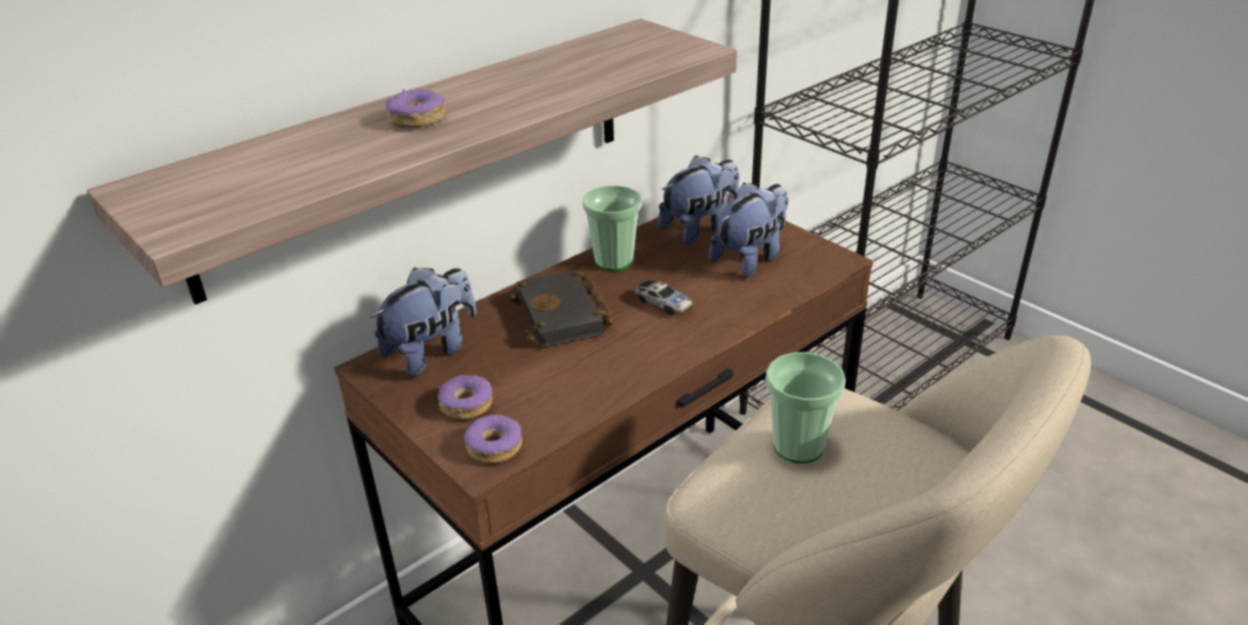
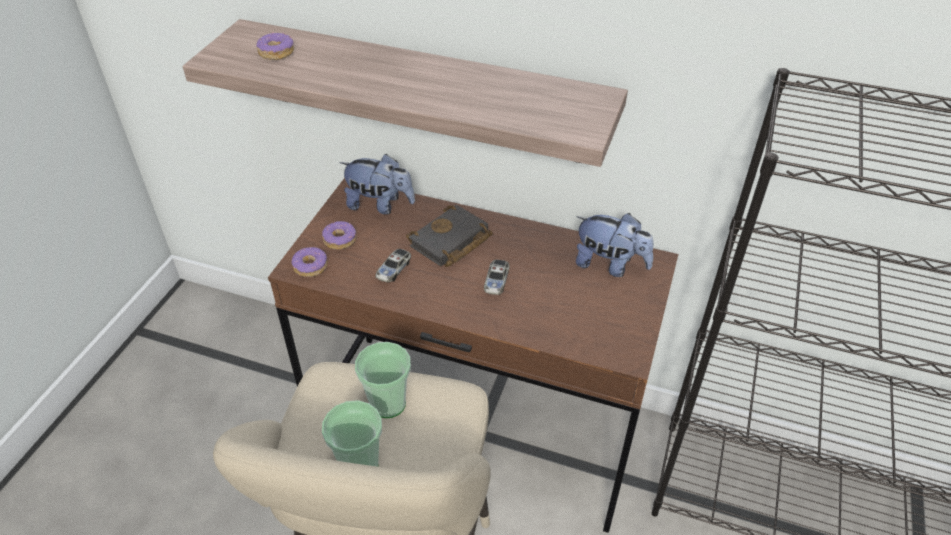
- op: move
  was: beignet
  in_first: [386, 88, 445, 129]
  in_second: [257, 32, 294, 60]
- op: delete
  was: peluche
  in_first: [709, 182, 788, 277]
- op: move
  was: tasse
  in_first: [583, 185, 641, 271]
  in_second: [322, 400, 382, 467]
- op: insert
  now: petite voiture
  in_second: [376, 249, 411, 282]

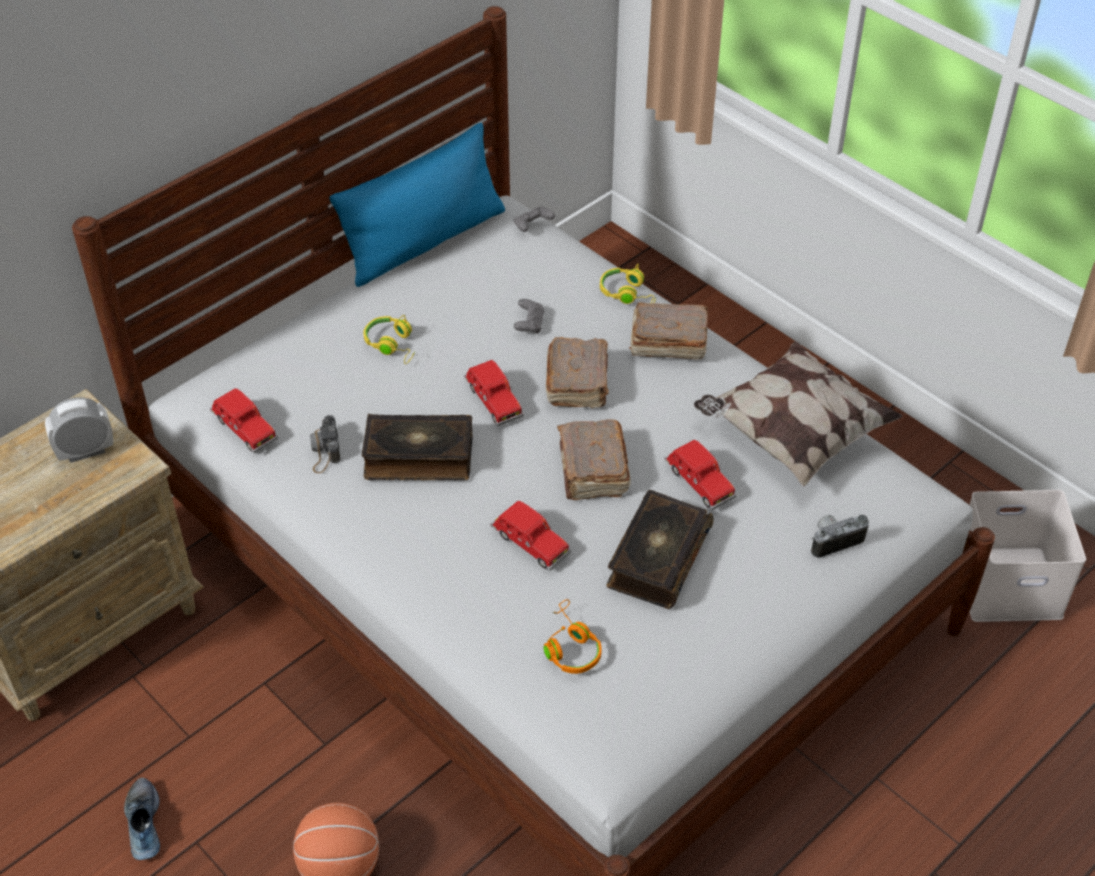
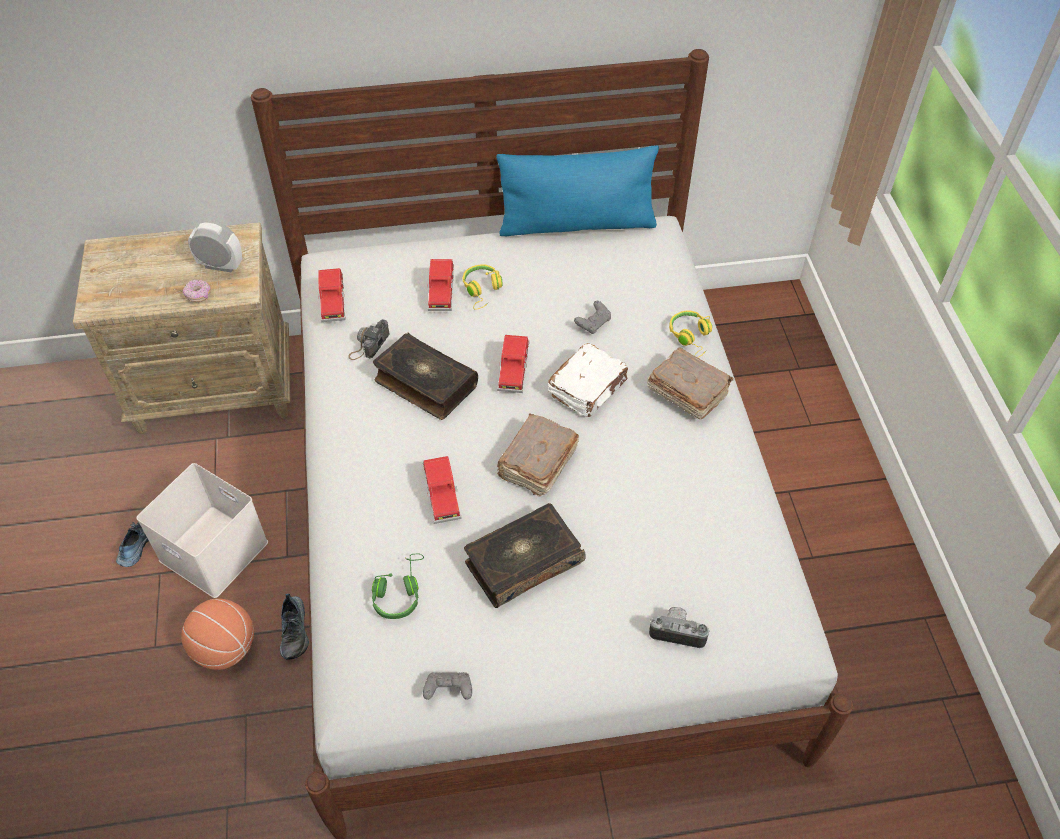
- op: move
  was: manette [gris]
  in_first: [514, 206, 555, 232]
  in_second: [423, 672, 472, 700]
- op: recolor
  was: livre [marron]
  now: livre [blanc]
  in_first: [546, 337, 609, 408]
  in_second: [548, 343, 628, 417]
- op: delete
  was: coussin
  in_first: [694, 341, 903, 487]
- op: move
  was: petite voiture [rouge]
  in_first: [664, 440, 736, 510]
  in_second: [427, 259, 454, 311]
- op: move
  was: boîte de rangement [blanc]
  in_first: [970, 490, 1086, 622]
  in_second: [136, 463, 268, 598]
- op: recolor
  was: casque audio [orange]
  now: casque audio [vert]
  in_first: [544, 599, 602, 674]
  in_second: [372, 553, 424, 619]
- op: insert
  now: beignet
  in_second: [183, 279, 211, 302]
- op: insert
  now: chaussure
  in_second: [280, 594, 309, 660]

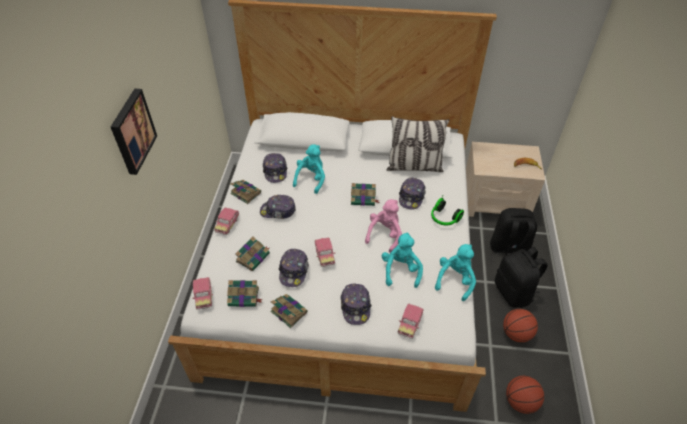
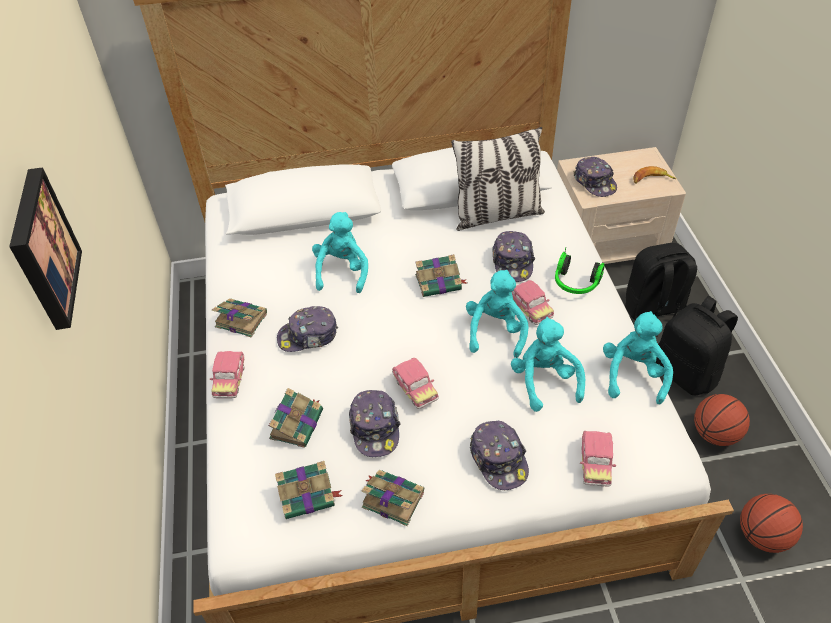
- op: move
  was: casquette
  in_first: [263, 153, 288, 183]
  in_second: [574, 157, 617, 197]
- op: recolor
  was: peluche [rose]
  now: peluche [turquoise]
  in_first: [365, 199, 402, 253]
  in_second: [466, 270, 528, 358]
- op: move
  was: petite voiture
  in_first: [192, 277, 213, 310]
  in_second: [512, 280, 554, 325]

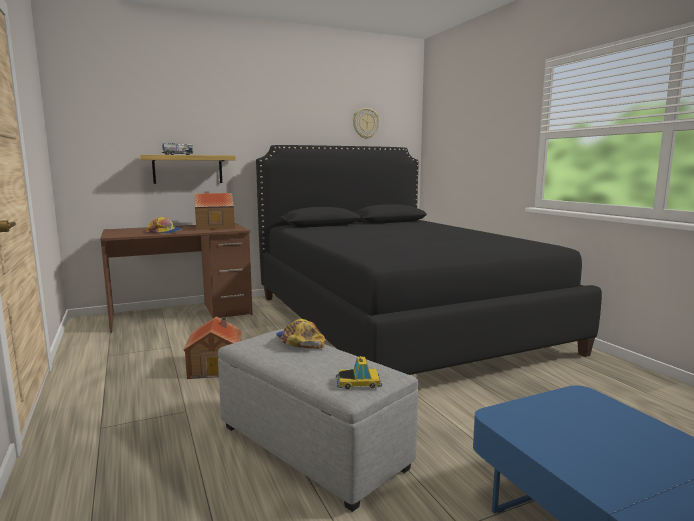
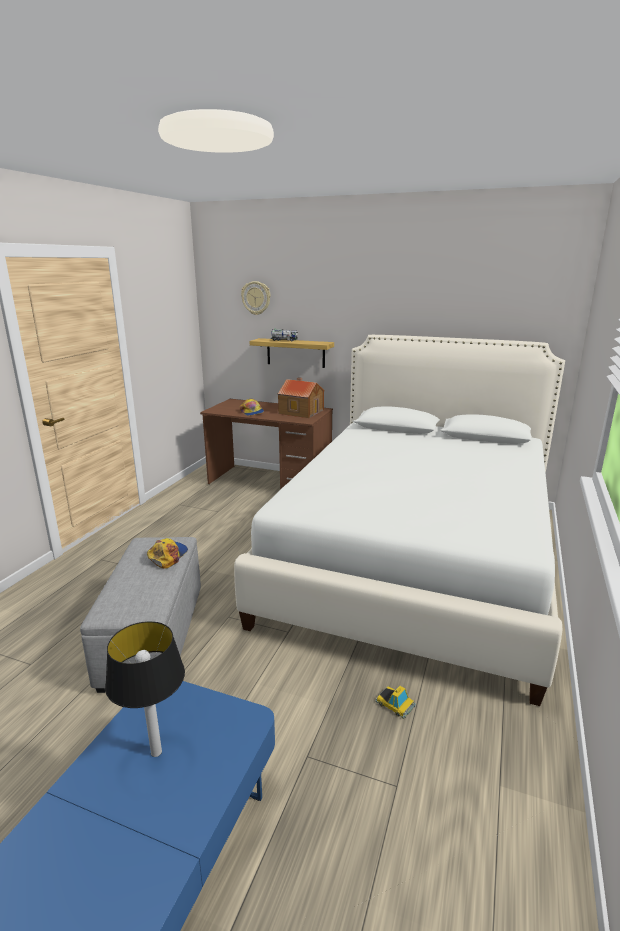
- op: move
  was: horloge murale
  in_first: [353, 108, 380, 139]
  in_second: [241, 281, 271, 315]
- op: recolor
  was: lit [noir]
  now: lit [blanc]
  in_first: [256, 145, 602, 375]
  in_second: [234, 335, 565, 706]
- op: delete
  was: maison miniature
  in_first: [183, 316, 242, 379]
- op: move
  was: petite voiture
  in_first: [336, 356, 382, 389]
  in_second: [375, 686, 416, 719]
- op: insert
  now: lampe de table
  in_second: [105, 621, 185, 757]

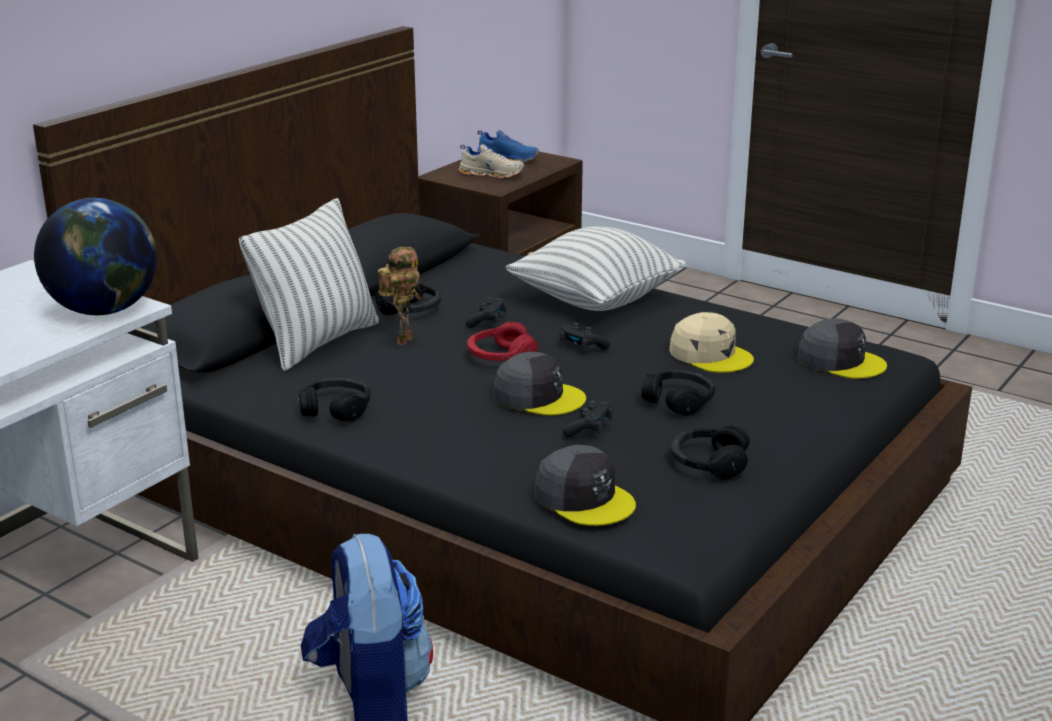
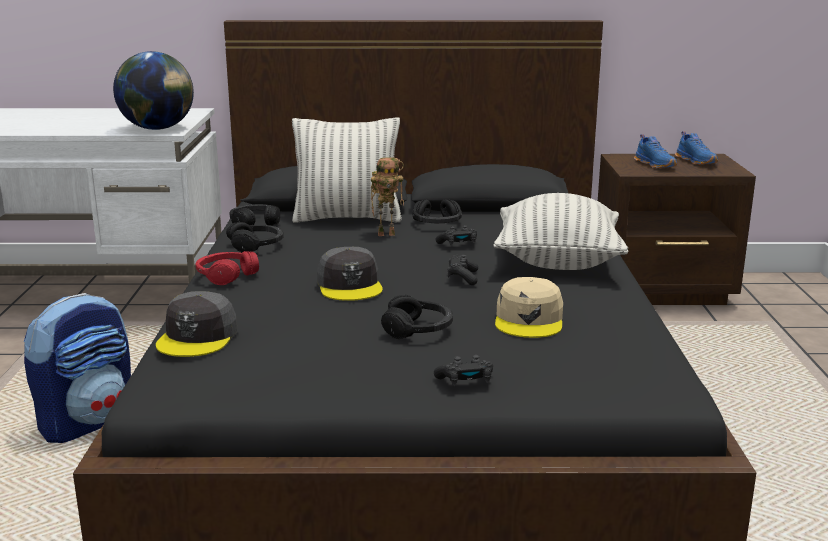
- op: recolor
  was: chaussure [beige]
  now: chaussure [bleu]
  in_first: [459, 144, 524, 179]
  in_second: [634, 134, 677, 168]
- op: delete
  was: casquette [gris]
  in_first: [798, 319, 887, 379]
- op: move
  was: casque audio [rouge]
  in_first: [467, 322, 538, 361]
  in_second: [196, 251, 259, 285]
- op: move
  was: manette [noir]
  in_first: [563, 400, 613, 438]
  in_second: [434, 355, 493, 386]
- op: move
  was: casque audio [noir]
  in_first: [671, 425, 750, 480]
  in_second: [229, 204, 280, 226]

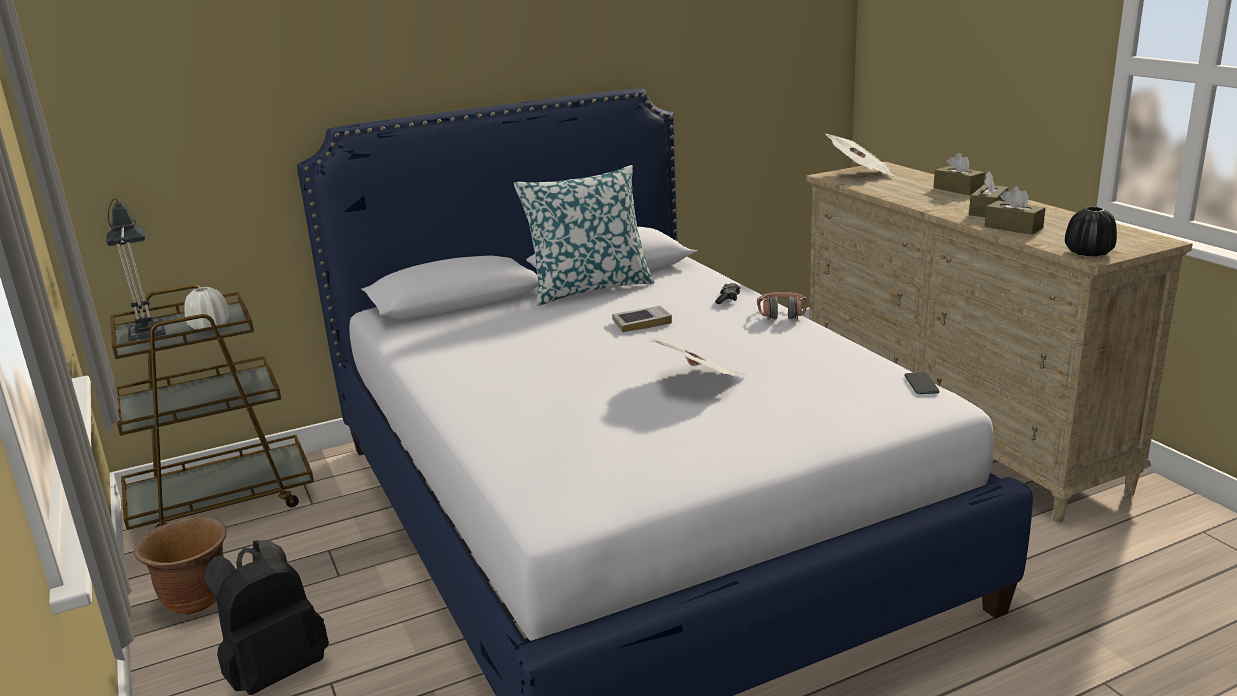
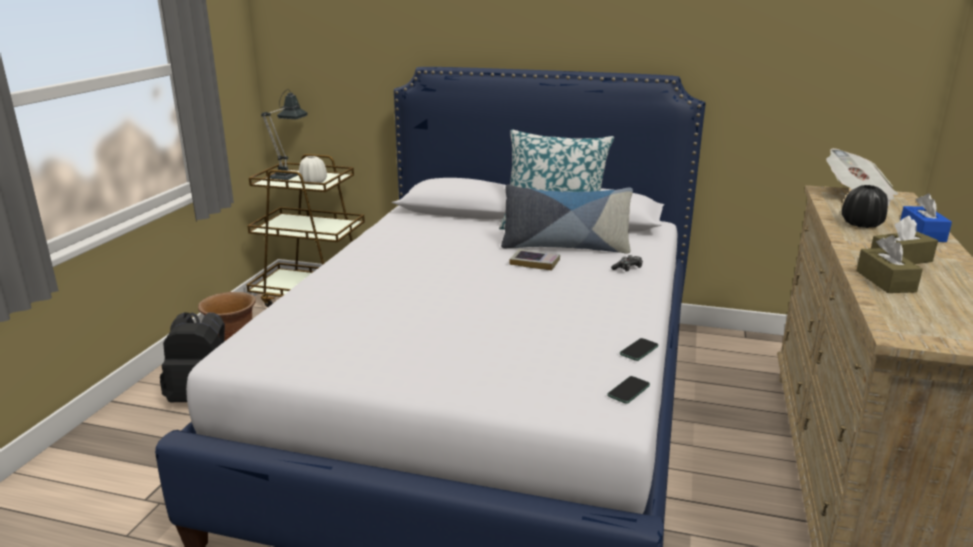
- op: recolor
  was: boîte à mouchoirs [marron]
  now: boîte à mouchoirs [bleu]
  in_first: [934, 153, 985, 195]
  in_second: [900, 194, 952, 242]
- op: move
  was: vase [noir]
  in_first: [1065, 207, 1117, 256]
  in_second: [842, 185, 888, 228]
- op: delete
  was: casque audio
  in_first: [757, 292, 808, 320]
- op: delete
  was: journal
  in_first: [648, 338, 747, 376]
- op: insert
  now: coussin
  in_second: [501, 184, 633, 254]
- op: insert
  now: téléphone
  in_second: [620, 338, 659, 361]

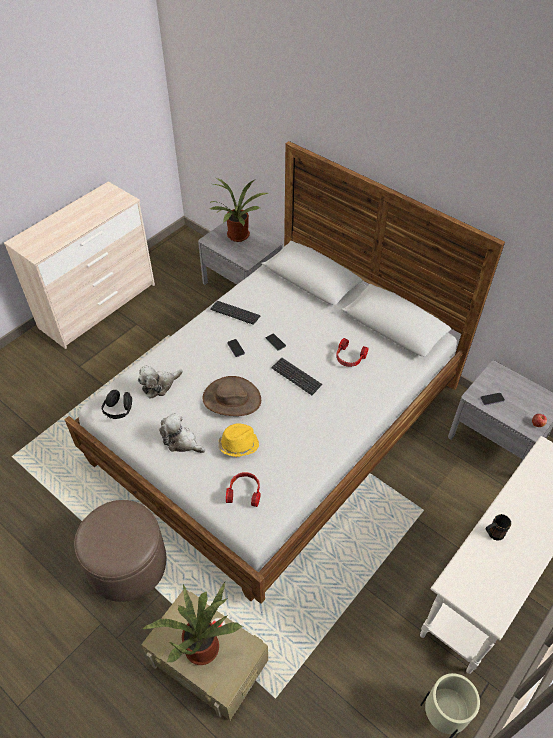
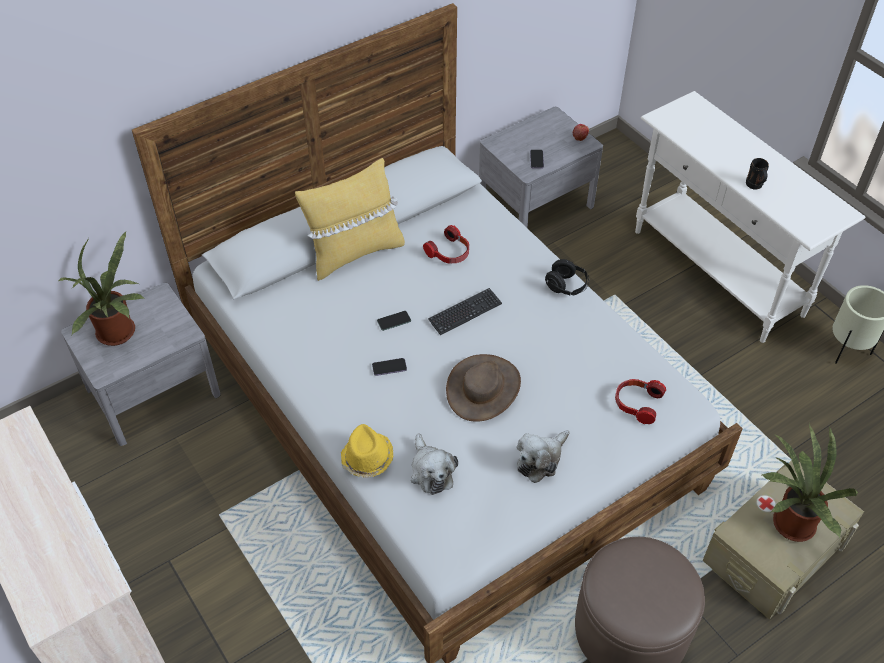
- op: delete
  was: clavier
  in_first: [210, 301, 261, 325]
- op: move
  was: casque audio [noir]
  in_first: [101, 390, 132, 419]
  in_second: [545, 259, 589, 296]
- op: move
  was: chapeau [jaune]
  in_first: [218, 423, 259, 457]
  in_second: [341, 424, 393, 478]
- op: insert
  now: coussin [jaune]
  in_second: [295, 158, 405, 281]

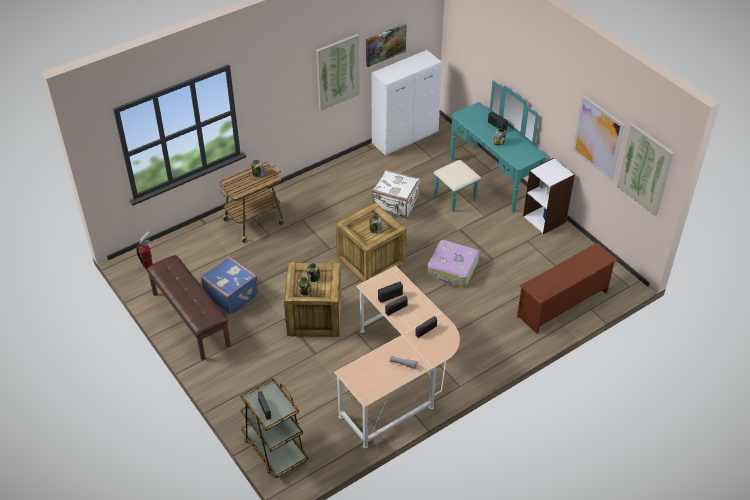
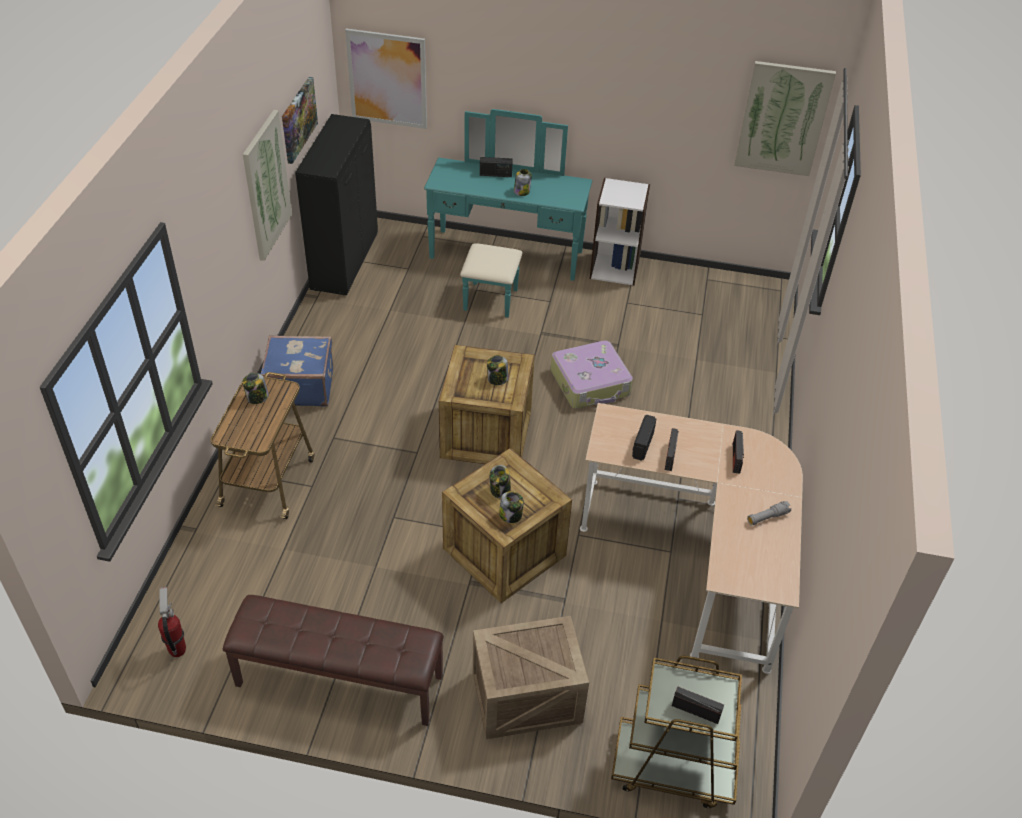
- op: recolor
  was: meuble de rangement [blanc]
  now: meuble de rangement [noir]
  in_first: [372, 50, 442, 155]
  in_second: [295, 114, 378, 295]
- op: move
  was: tableau
  in_first: [573, 96, 625, 180]
  in_second: [345, 28, 427, 129]
- op: delete
  was: valise [blanc]
  in_first: [372, 169, 420, 218]
- op: delete
  was: étagère à chaussures [marron]
  in_first: [517, 243, 618, 334]
- op: move
  was: valise [bleu]
  in_first: [201, 256, 258, 315]
  in_second: [261, 335, 333, 407]
- op: insert
  now: caisse
  in_second: [473, 616, 589, 739]

